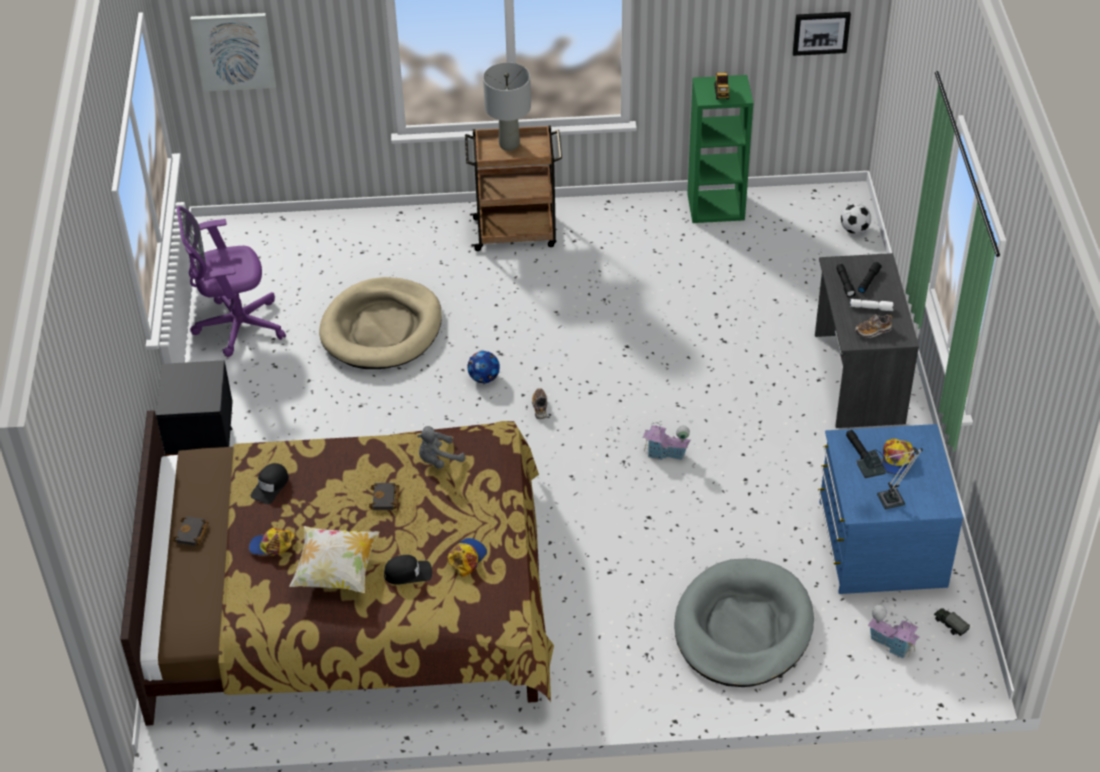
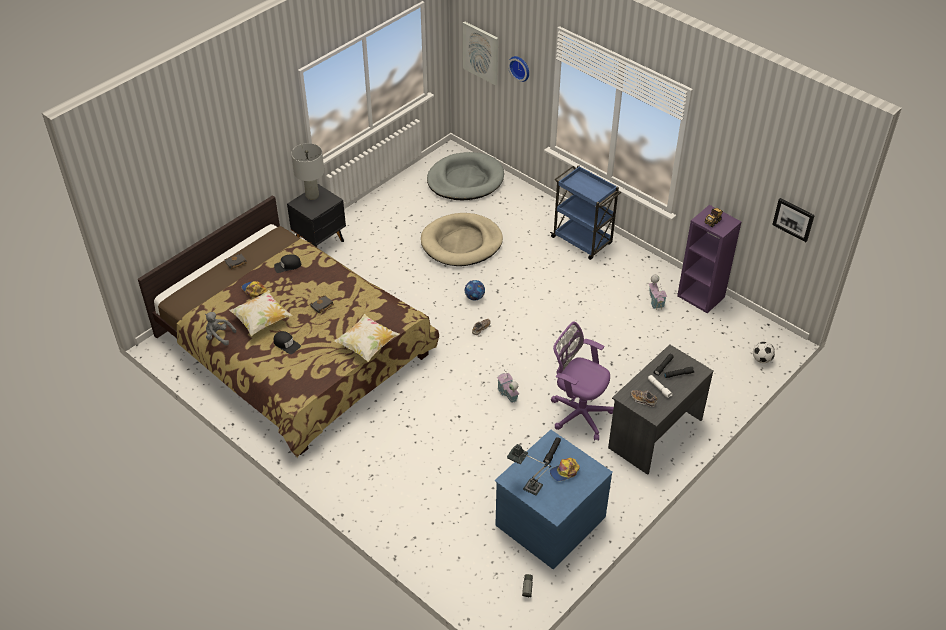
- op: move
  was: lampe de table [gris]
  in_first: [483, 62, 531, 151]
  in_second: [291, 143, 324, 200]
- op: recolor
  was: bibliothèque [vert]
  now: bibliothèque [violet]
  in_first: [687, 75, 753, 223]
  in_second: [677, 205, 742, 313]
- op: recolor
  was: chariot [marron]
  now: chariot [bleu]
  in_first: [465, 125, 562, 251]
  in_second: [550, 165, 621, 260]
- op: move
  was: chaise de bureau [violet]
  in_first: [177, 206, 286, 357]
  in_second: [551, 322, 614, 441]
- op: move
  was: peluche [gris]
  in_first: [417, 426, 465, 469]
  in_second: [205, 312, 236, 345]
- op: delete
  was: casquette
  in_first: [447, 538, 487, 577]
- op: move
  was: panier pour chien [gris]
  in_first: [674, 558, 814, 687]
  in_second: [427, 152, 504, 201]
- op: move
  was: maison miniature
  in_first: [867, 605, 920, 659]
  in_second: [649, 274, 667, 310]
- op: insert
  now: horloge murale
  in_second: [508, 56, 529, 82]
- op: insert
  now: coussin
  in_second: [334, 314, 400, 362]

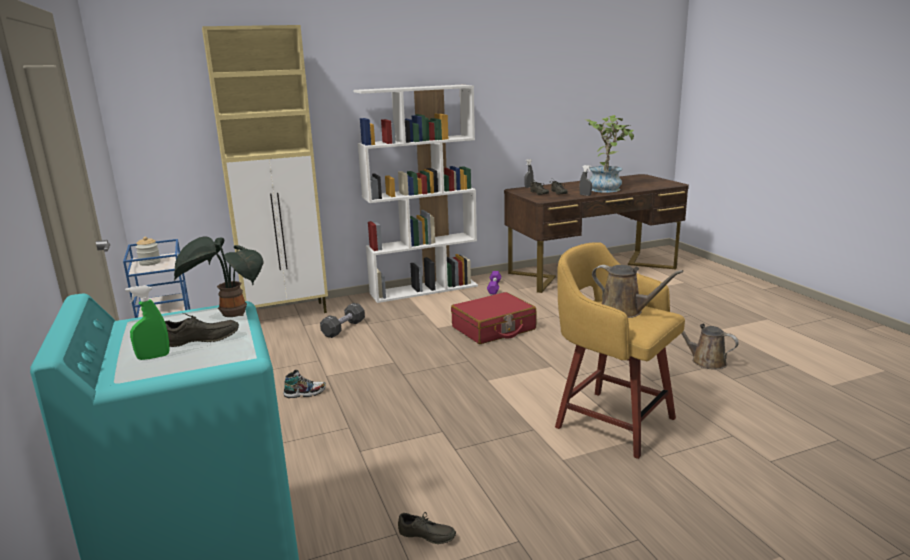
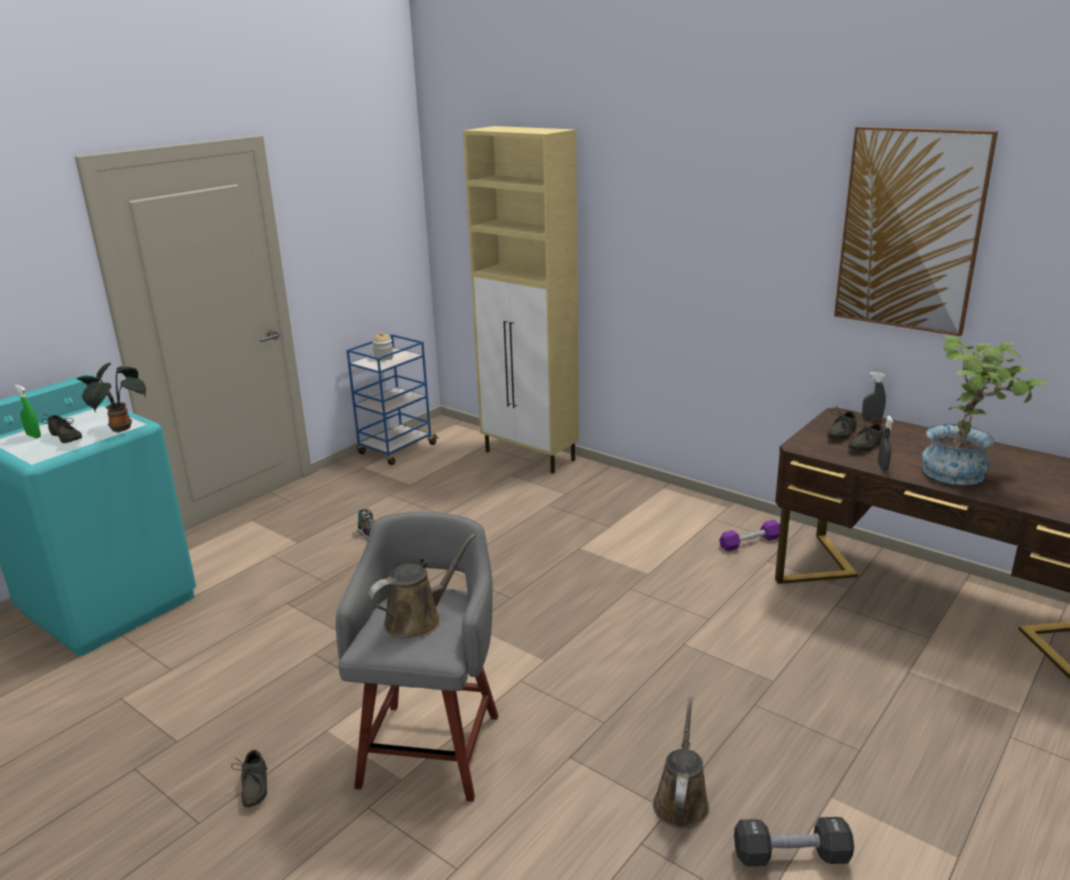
- op: delete
  was: bibliothèque [blanc]
  in_first: [353, 85, 478, 303]
- op: recolor
  was: tabouret [jaune]
  now: tabouret [gris]
  in_first: [555, 242, 685, 459]
  in_second: [336, 512, 498, 802]
- op: rotate
  was: arrosoir [marron]
  in_first: [592, 265, 684, 318]
  in_second: [368, 534, 476, 638]
  clockwise: -135
- op: delete
  was: valise [rouge]
  in_first: [451, 292, 537, 344]
- op: move
  was: haltère [noir]
  in_first: [320, 303, 365, 338]
  in_second: [734, 817, 854, 866]
- op: move
  was: chaussure [gris]
  in_first: [398, 512, 456, 544]
  in_second: [231, 750, 268, 807]
- op: insert
  now: tableau
  in_second: [834, 127, 998, 336]

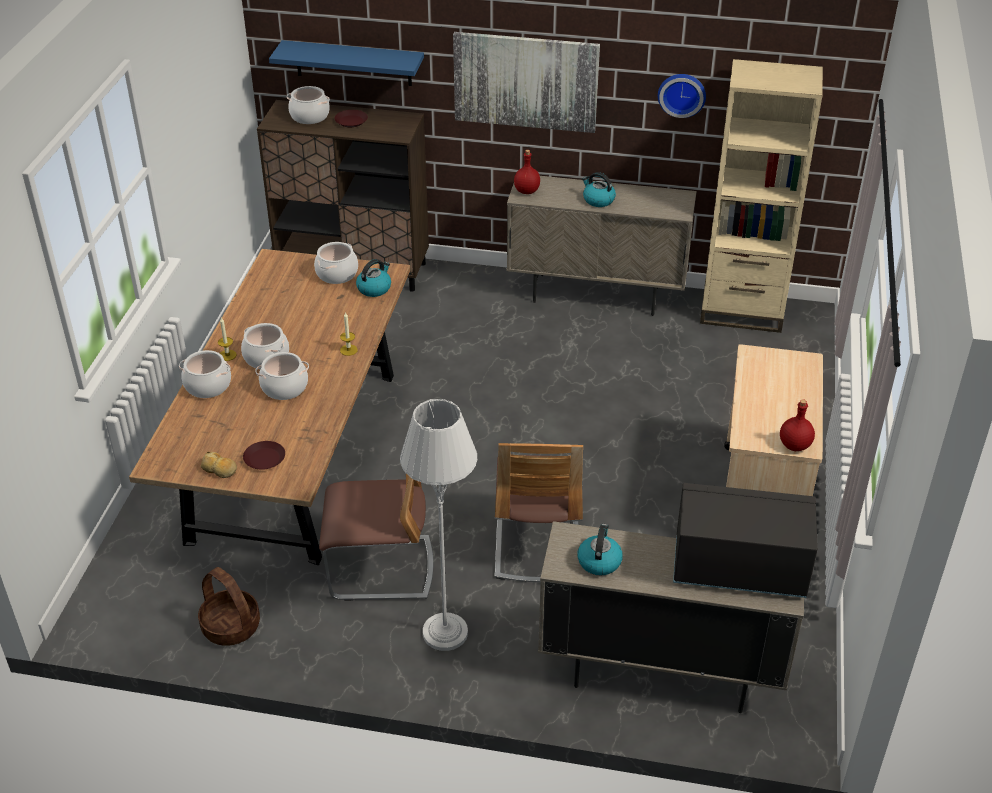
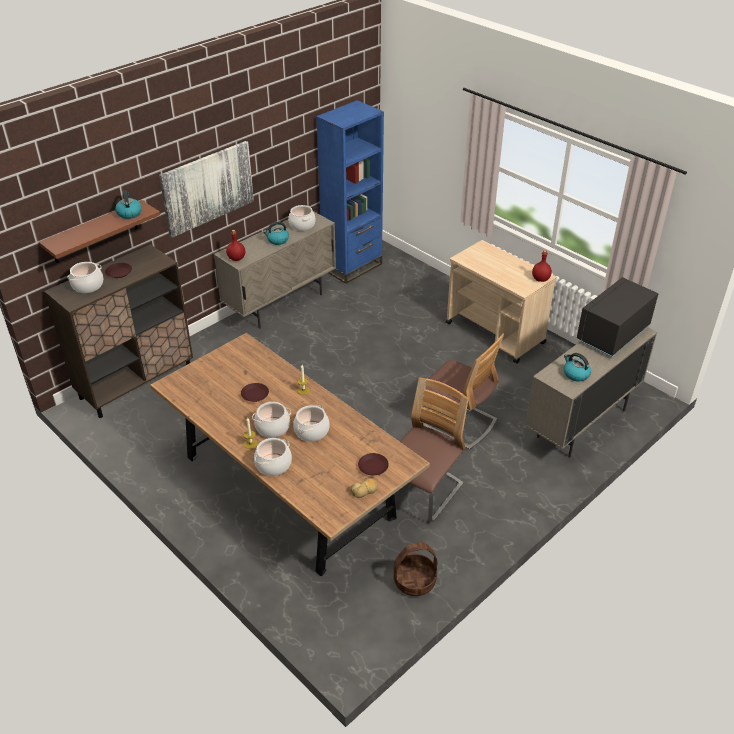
- op: recolor
  was: étagère [bleu]
  now: étagère [marron]
  in_first: [269, 40, 424, 86]
  in_second: [39, 200, 160, 263]
- op: recolor
  was: bibliothèque [beige]
  now: bibliothèque [bleu]
  in_first: [700, 59, 823, 333]
  in_second: [316, 100, 384, 284]
- op: delete
  was: horloge murale
  in_first: [658, 74, 706, 118]
- op: move
  was: marmite
  in_first: [314, 242, 358, 284]
  in_second: [288, 205, 316, 231]
- op: move
  was: bouilloire
  in_first: [356, 259, 391, 297]
  in_second: [115, 190, 142, 219]
- op: delete
  was: lampadaire [gris]
  in_first: [400, 399, 478, 651]
- op: insert
  now: assiette [marron]
  in_second: [241, 383, 269, 402]

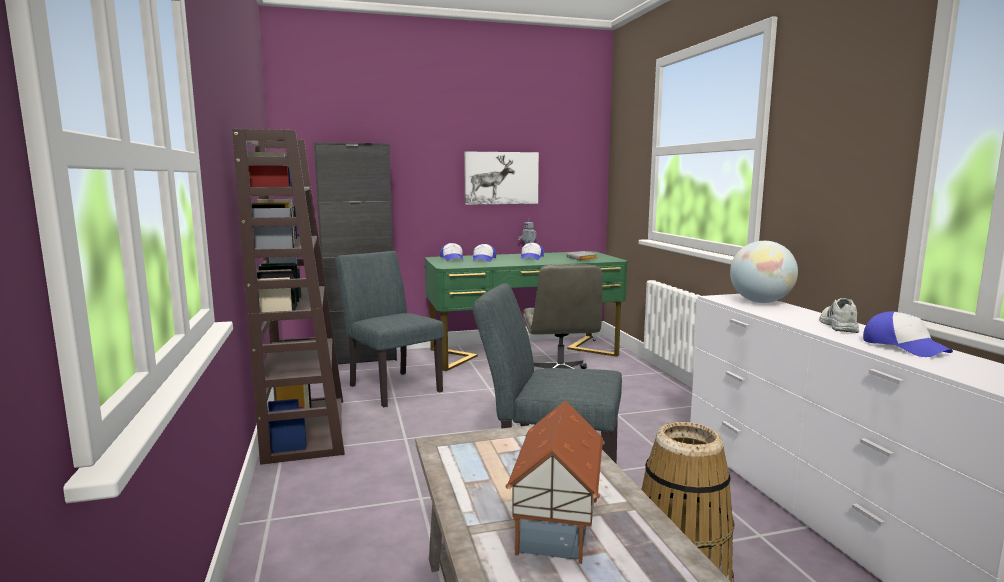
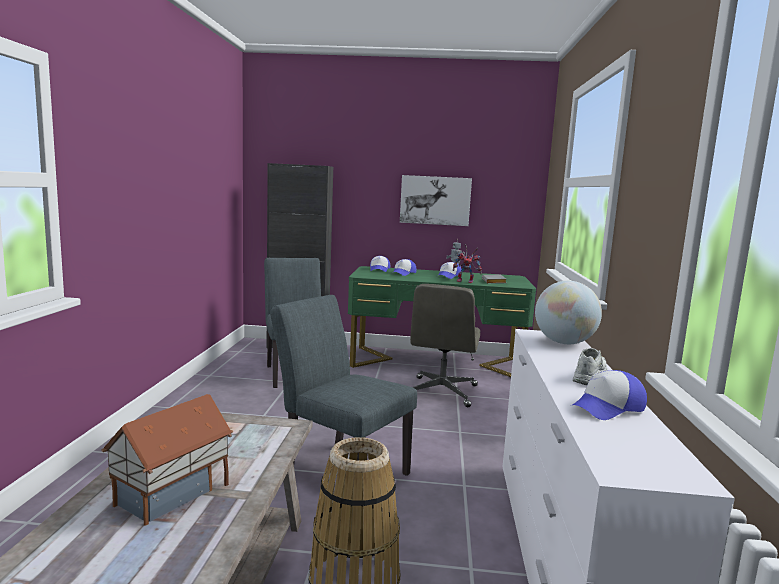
- op: delete
  was: bibliothèque [marron]
  in_first: [232, 129, 345, 465]
- op: rotate
  was: casquette
  in_first: [863, 311, 953, 357]
  in_second: [572, 370, 647, 420]
  clockwise: 60
- op: insert
  now: robot jouet
  in_second: [453, 244, 482, 283]

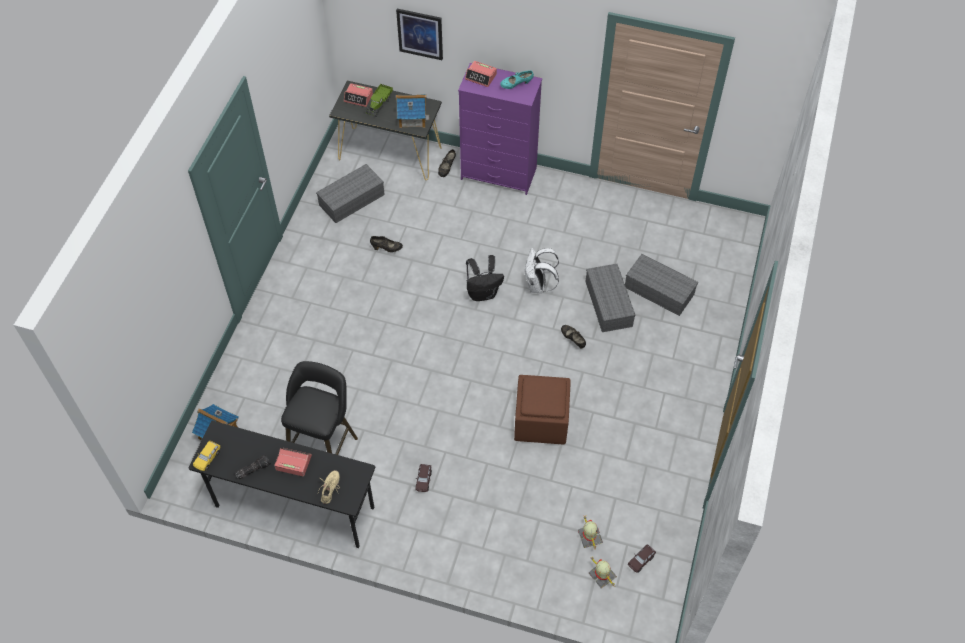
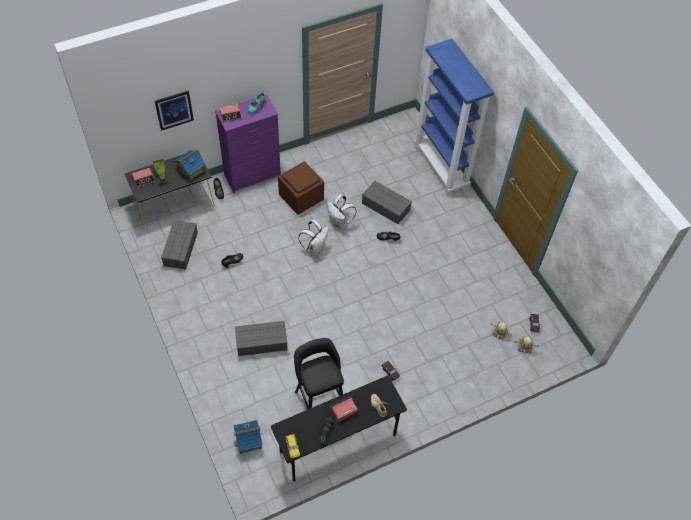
- op: move
  was: boîte de rangement [gris]
  in_first: [625, 254, 698, 316]
  in_second: [235, 321, 287, 356]
- op: recolor
  was: sac à dos [noir]
  now: sac à dos [blanc]
  in_first: [466, 255, 504, 301]
  in_second: [298, 220, 329, 256]
- op: move
  was: pouf [marron]
  in_first: [514, 375, 571, 444]
  in_second: [278, 162, 324, 215]
- op: insert
  now: bibliothèque [bleu]
  in_second: [414, 39, 494, 196]

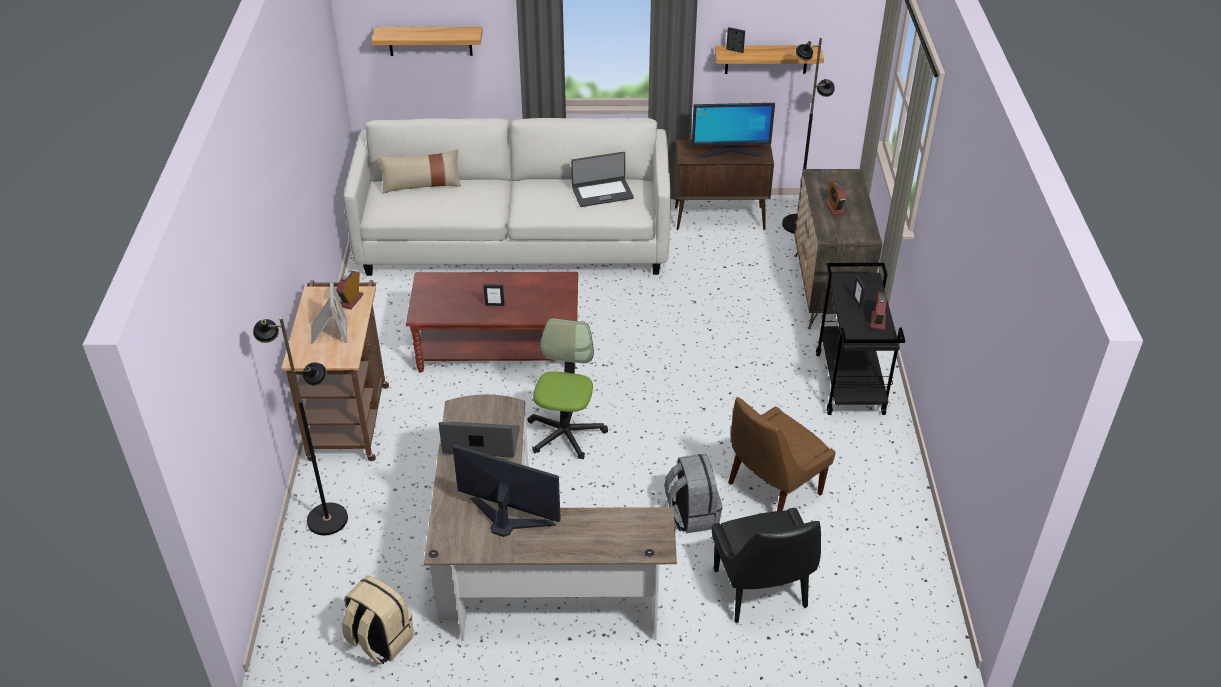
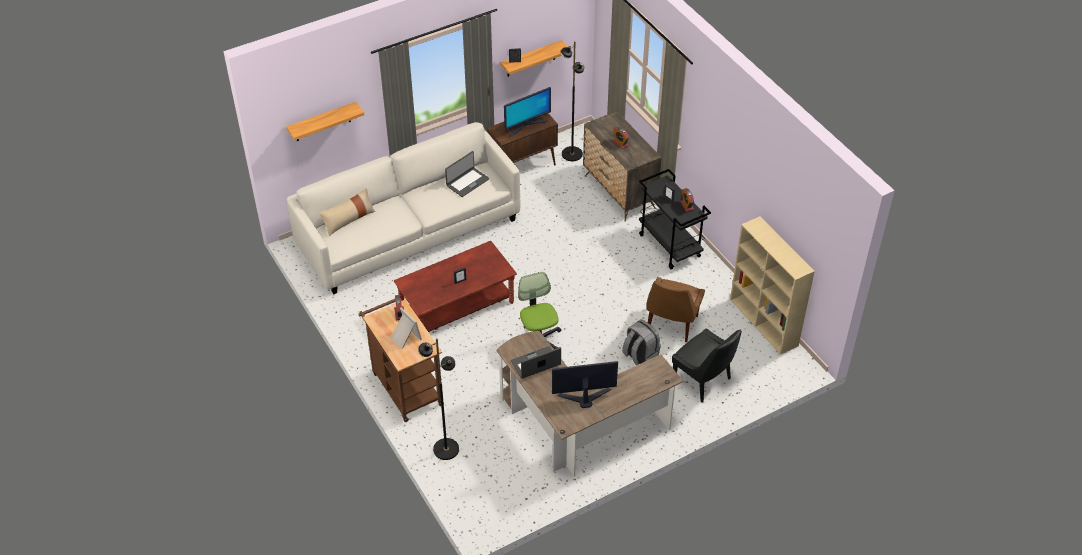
- op: delete
  was: sac à dos [beige]
  in_first: [342, 576, 414, 664]
- op: insert
  now: bibliothèque [beige]
  in_second: [730, 216, 815, 355]

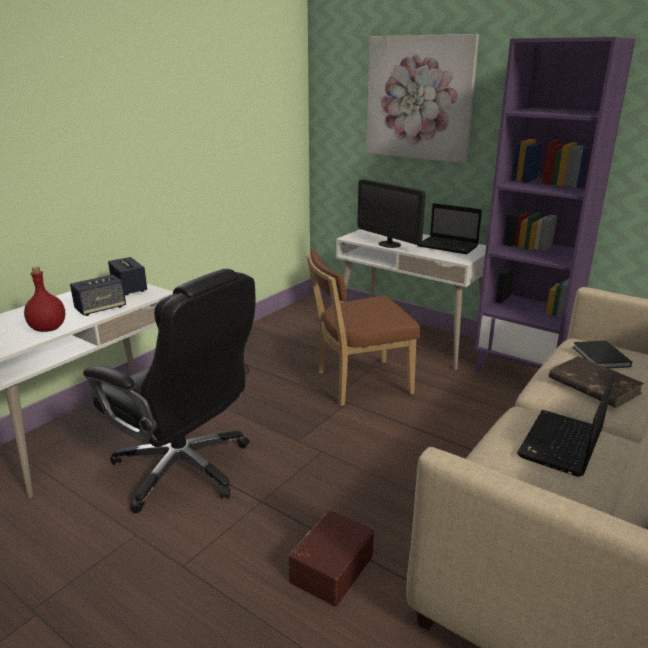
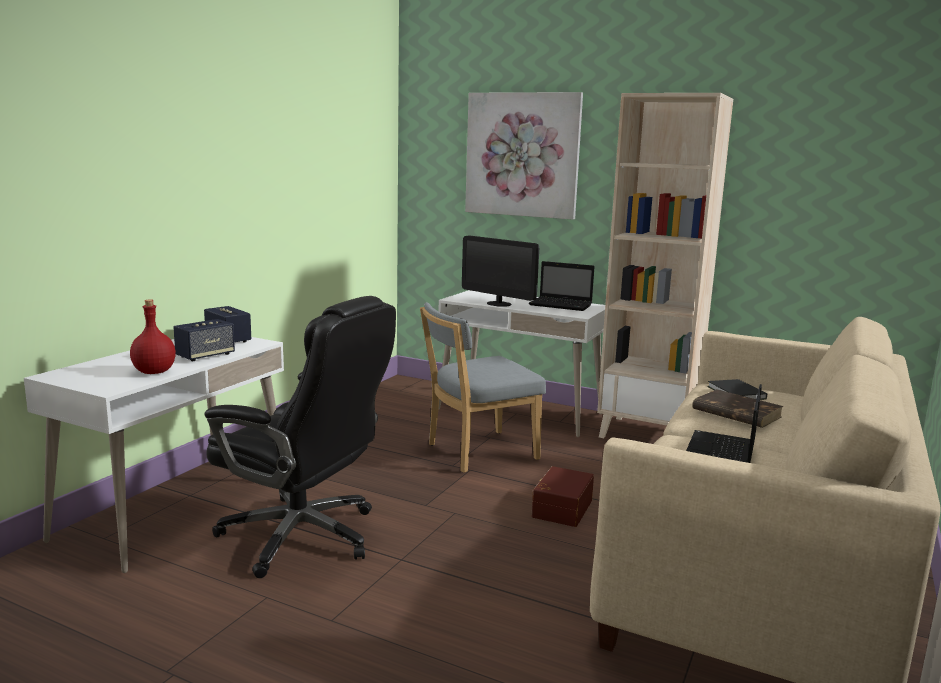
- op: recolor
  was: bibliothèque [violet]
  now: bibliothèque [beige]
  in_first: [474, 37, 635, 373]
  in_second: [597, 93, 733, 438]
- op: recolor
  was: chaise [marron]
  now: chaise [gris]
  in_first: [307, 250, 420, 406]
  in_second: [420, 302, 546, 473]
- op: move
  was: boîte de rangement [marron]
  in_first: [289, 510, 374, 607]
  in_second: [532, 466, 594, 527]

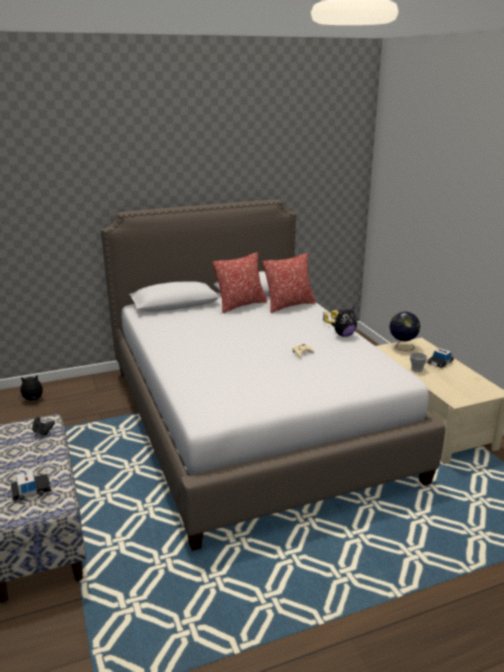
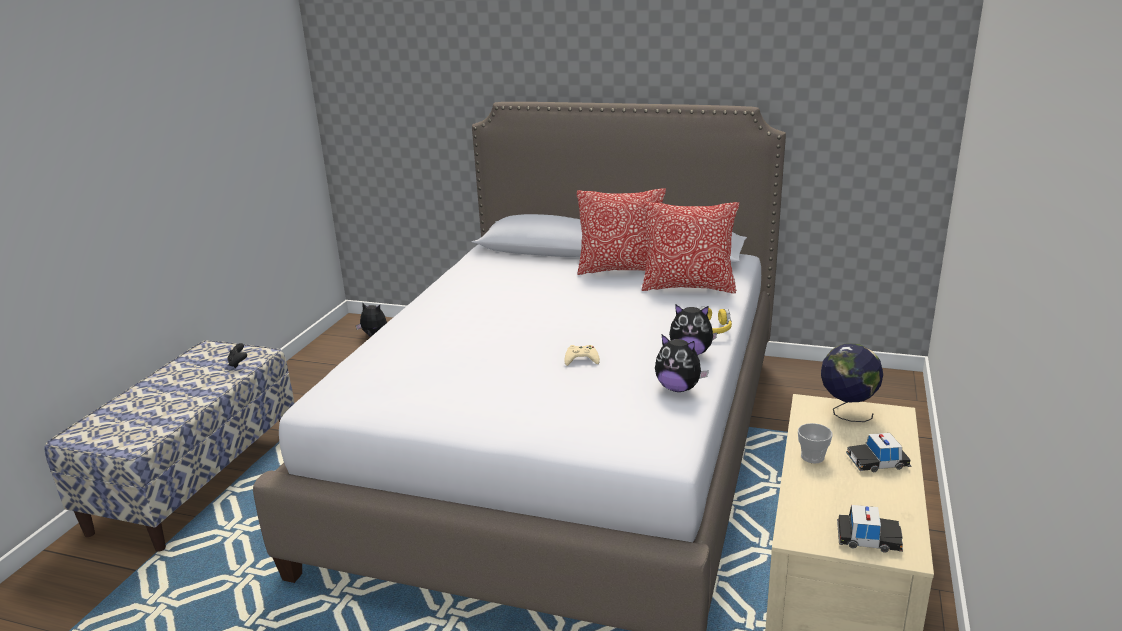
- op: move
  was: petite voiture
  in_first: [11, 471, 52, 502]
  in_second: [837, 505, 903, 553]
- op: insert
  now: peluche
  in_second: [655, 335, 709, 392]

